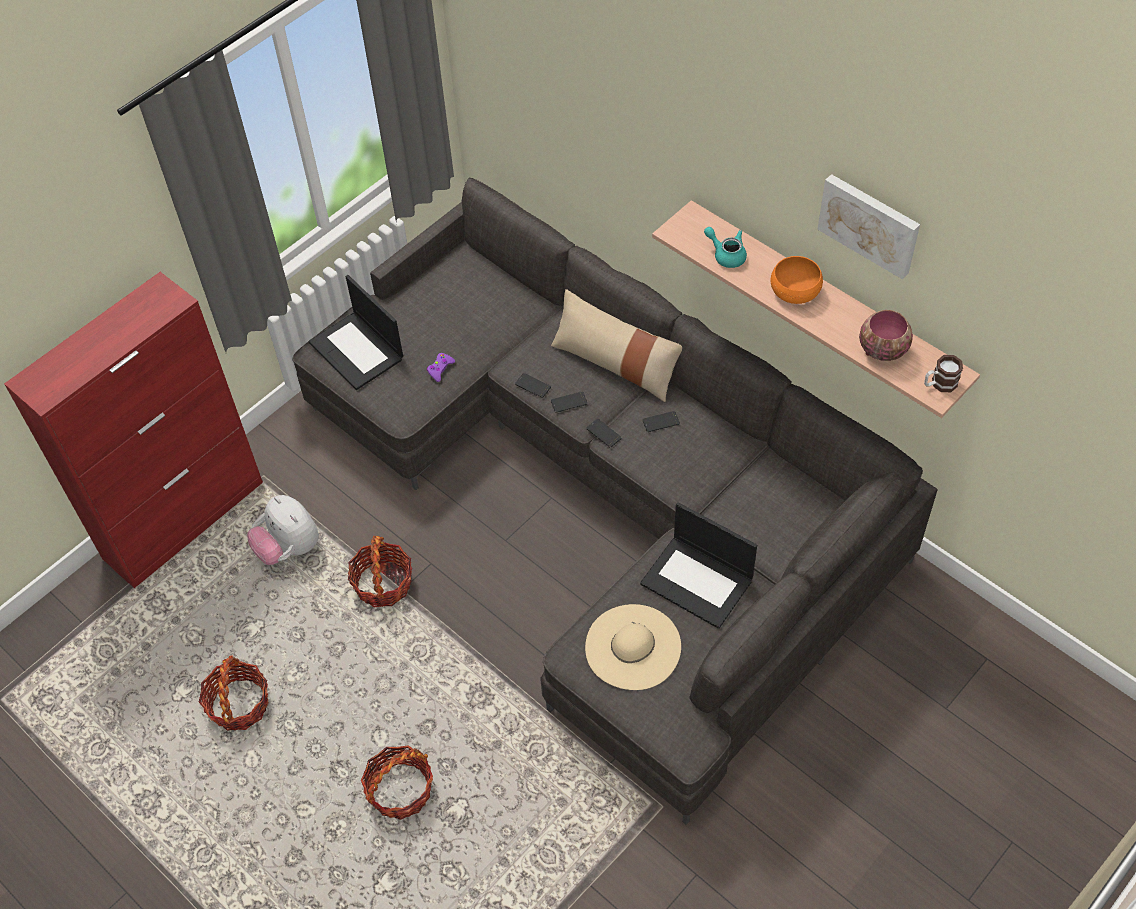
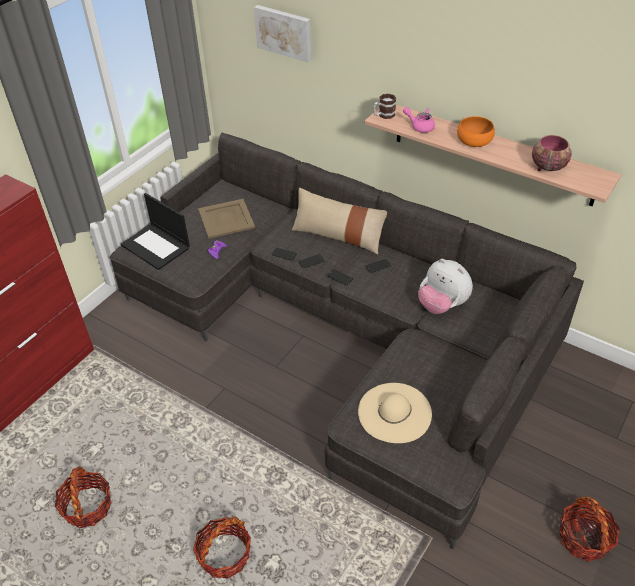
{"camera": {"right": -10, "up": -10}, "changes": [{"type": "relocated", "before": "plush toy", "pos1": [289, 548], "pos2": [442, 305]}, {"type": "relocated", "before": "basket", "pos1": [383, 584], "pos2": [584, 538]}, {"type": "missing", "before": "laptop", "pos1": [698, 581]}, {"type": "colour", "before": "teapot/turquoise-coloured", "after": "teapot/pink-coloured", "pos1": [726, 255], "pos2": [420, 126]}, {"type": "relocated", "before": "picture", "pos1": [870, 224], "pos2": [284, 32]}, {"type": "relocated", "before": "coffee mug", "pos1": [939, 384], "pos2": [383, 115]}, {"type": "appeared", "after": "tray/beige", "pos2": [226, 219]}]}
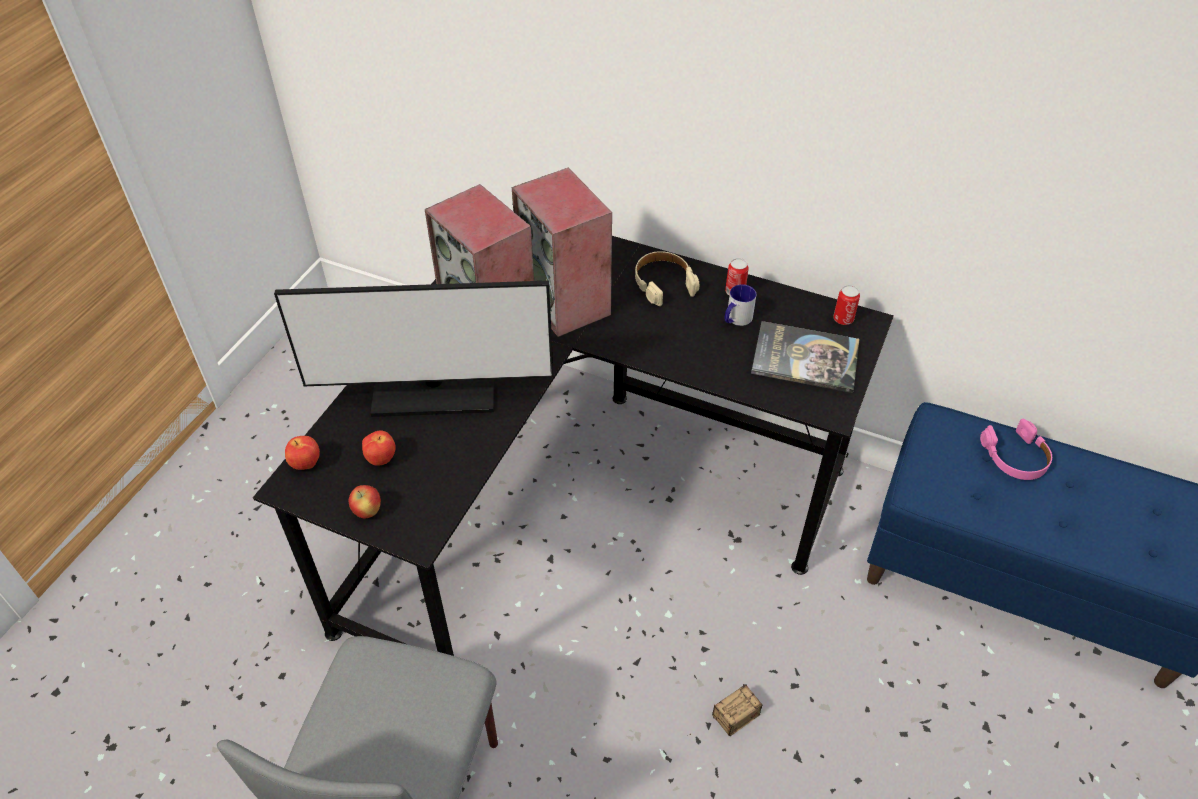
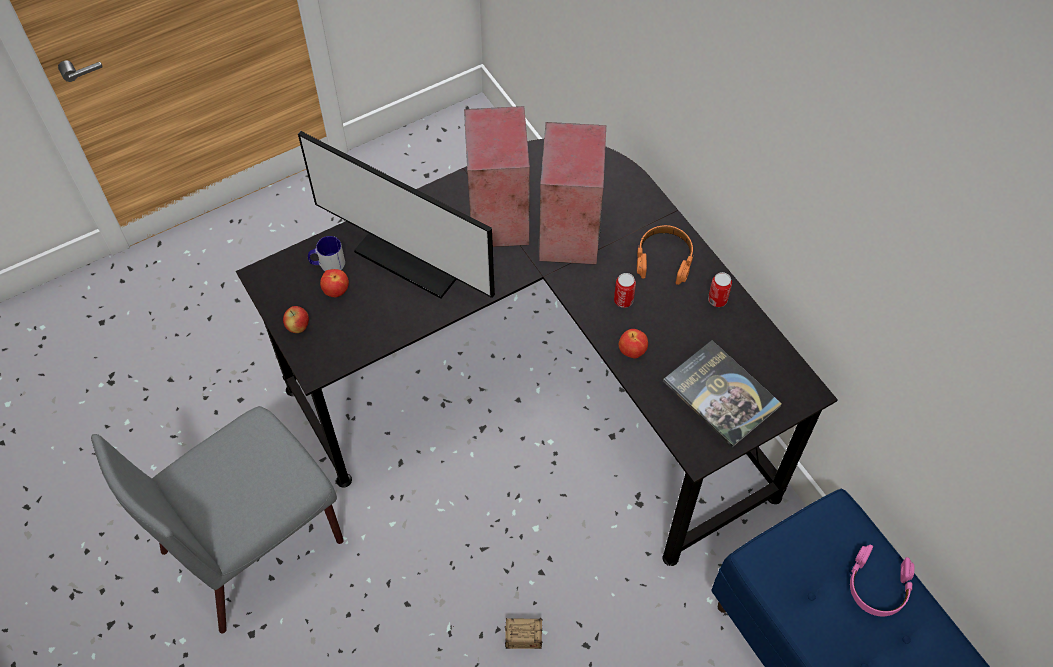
{"camera": {"right": 35, "up": 10}, "changes": [{"type": "relocated", "before": "apple", "pos1": [306, 464], "pos2": [631, 352]}, {"type": "colour", "before": "headphones/beige", "after": "headphones/orange-coloured", "pos1": [663, 283], "pos2": [664, 258]}, {"type": "relocated", "before": "coffee mug", "pos1": [736, 319], "pos2": [327, 264]}, {"type": "relocated", "before": "sealed can", "pos1": [843, 319], "pos2": [623, 300]}]}
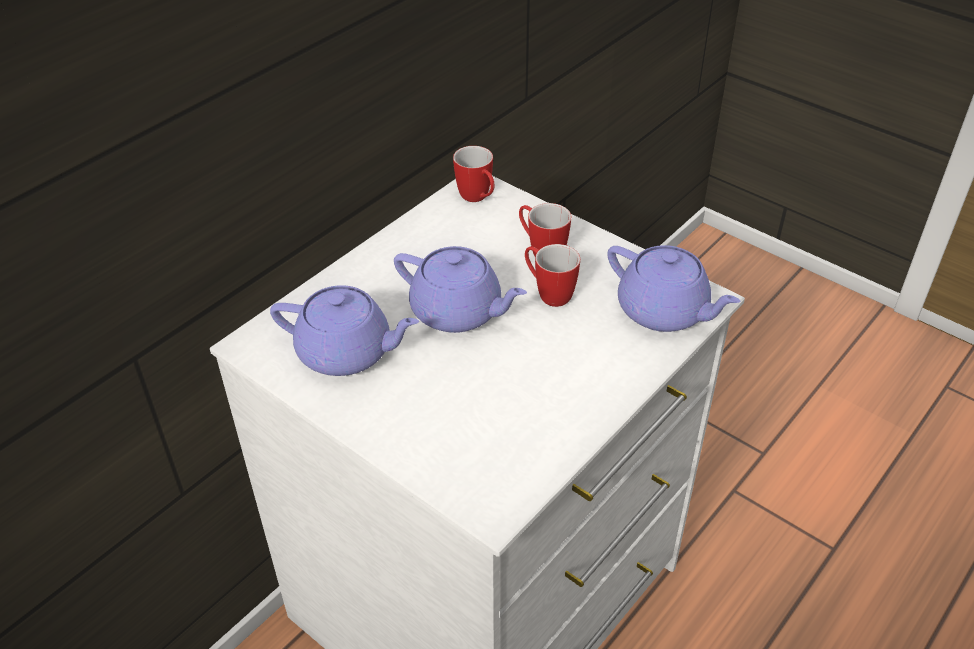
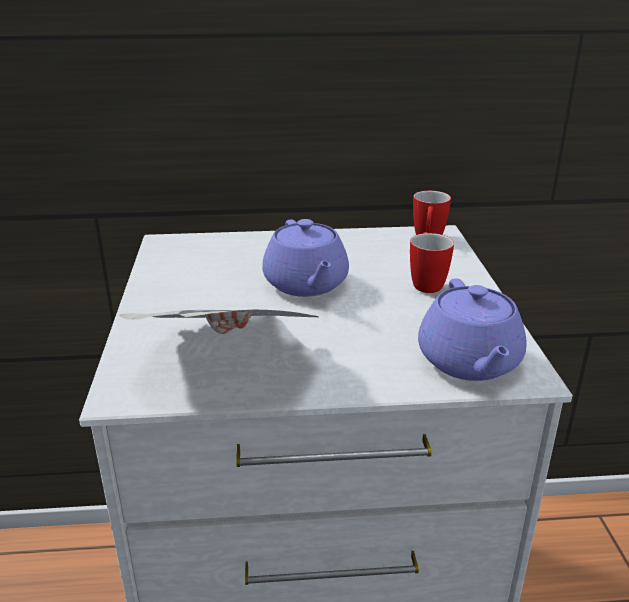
{"camera": {"right": 45, "up": -15}, "changes": [{"type": "missing", "before": "teapot/purple-coloured", "pos1": [347, 352]}, {"type": "missing", "before": "coffee mug", "pos1": [548, 293]}, {"type": "appeared", "after": "daily paper", "pos2": [228, 358]}]}
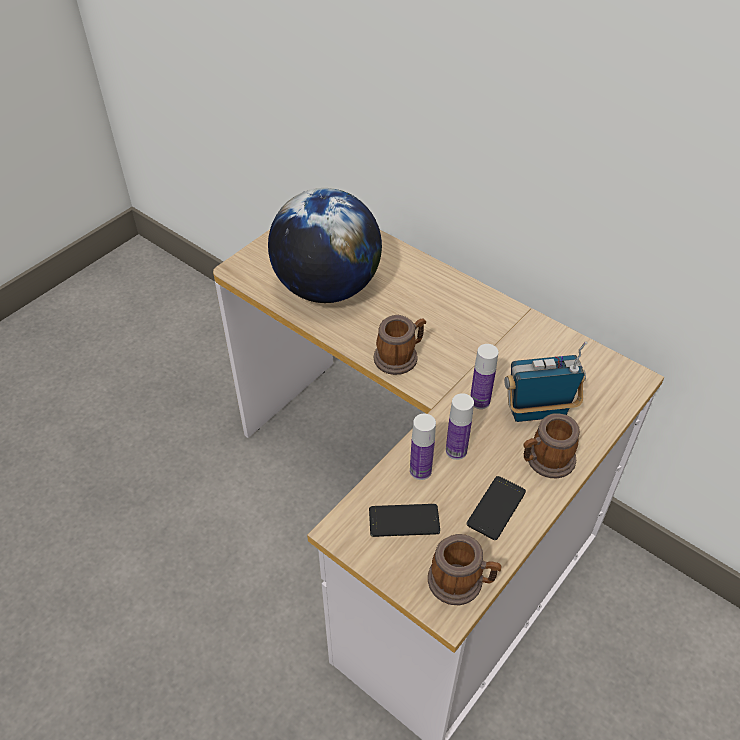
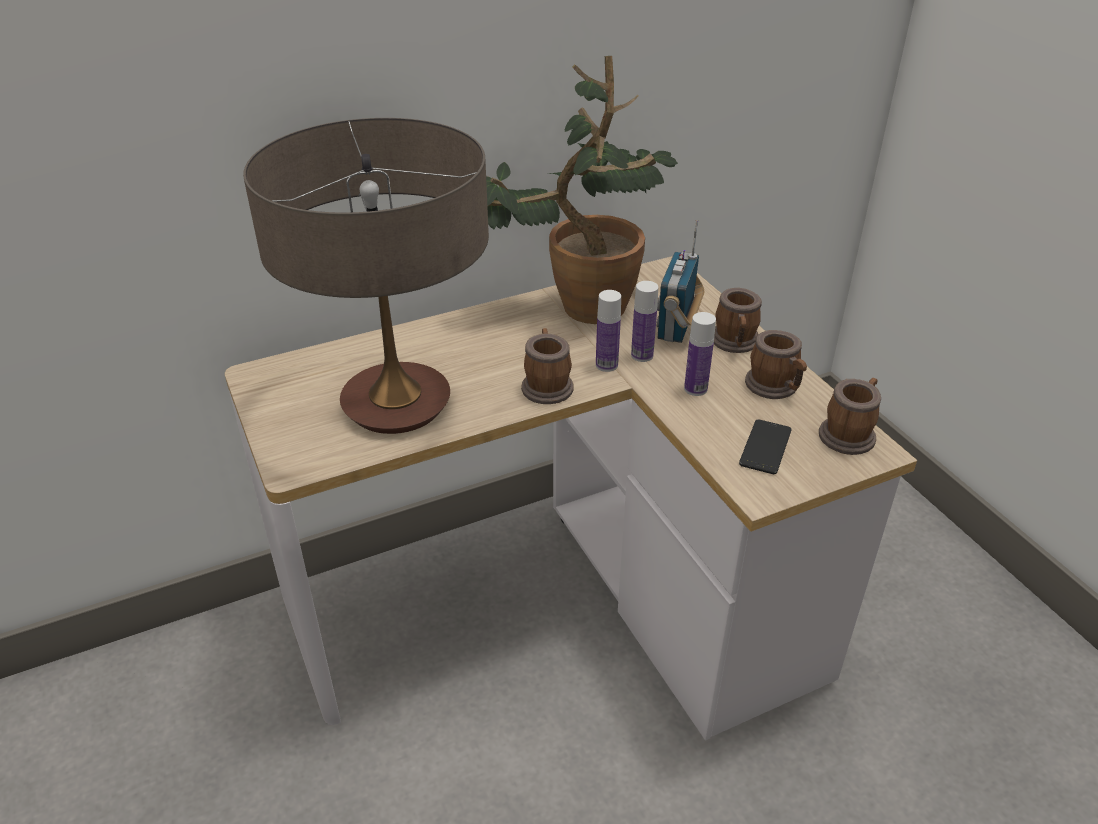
{"camera": {"right": -65, "up": -10}, "changes": [{"type": "exchanged", "before": "globe", "after": "lamp for a table", "pos1": [327, 288], "pos2": [396, 404]}, {"type": "relocated", "before": "beverage bottle", "pos1": [420, 470], "pos2": [606, 365]}, {"type": "exchanged", "before": "telephone", "after": "coffee mug", "pos1": [496, 508], "pos2": [775, 387]}, {"type": "appeared", "after": "plant in a pot", "pos2": [577, 306]}]}
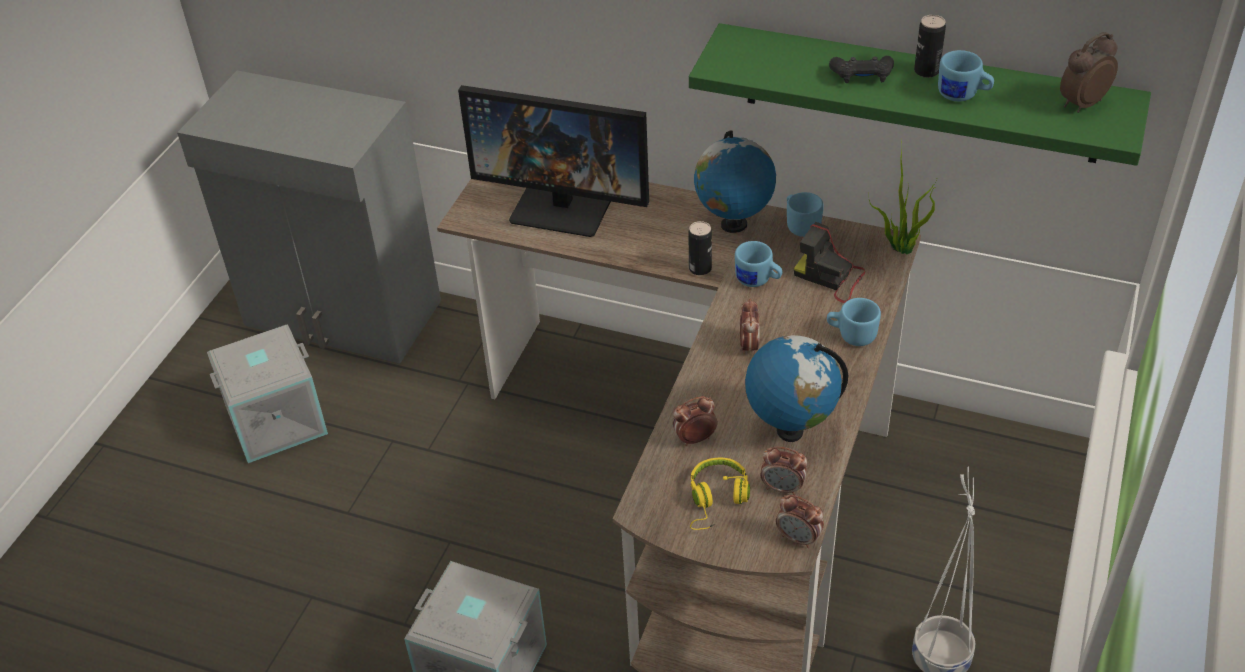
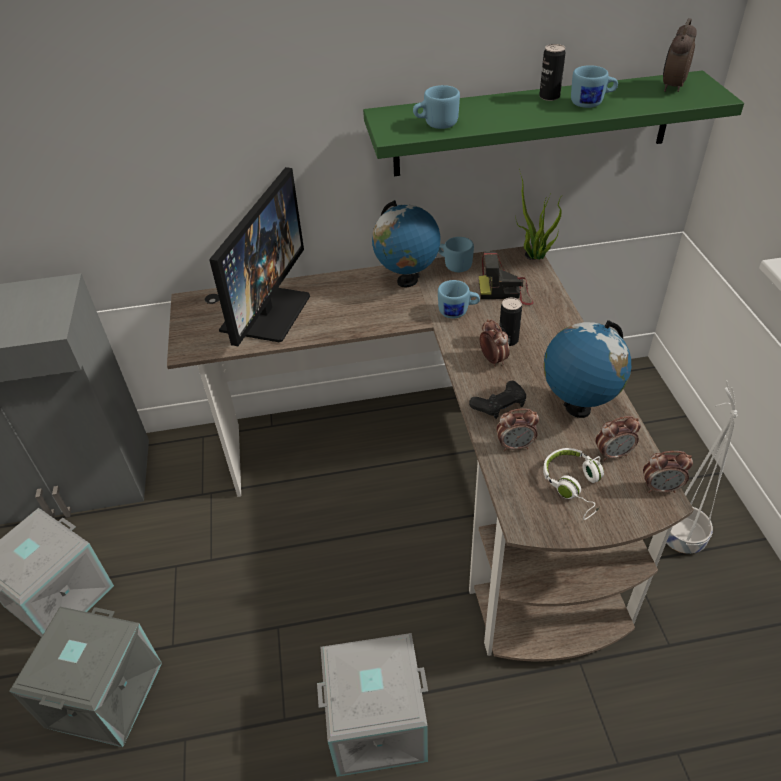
{"camera": {"right": -30, "up": 0}, "changes": [{"type": "spun", "before": "computer screen", "pos1": [564, 206], "pos2": [266, 312], "turn": -60}, {"type": "spun", "before": "alarm clock", "pos1": [694, 439], "pos2": [515, 446], "turn": -135}, {"type": "relocated", "before": "sealed can", "pos1": [700, 268], "pos2": [508, 340]}, {"type": "colour", "before": "headphones/yellow", "after": "headphones/white", "pos1": [717, 500], "pos2": [575, 486]}, {"type": "relocated", "before": "coffee mug/blue", "pos1": [851, 335], "pos2": [435, 125]}, {"type": "relocated", "before": "gamepad/black-coloured", "pos1": [862, 76], "pos2": [499, 405]}, {"type": "appeared", "after": "storage box/greyish", "pos2": [103, 693]}]}
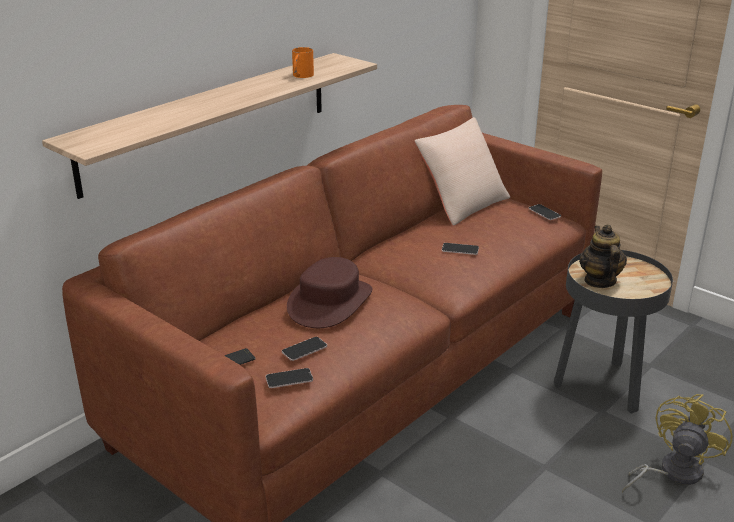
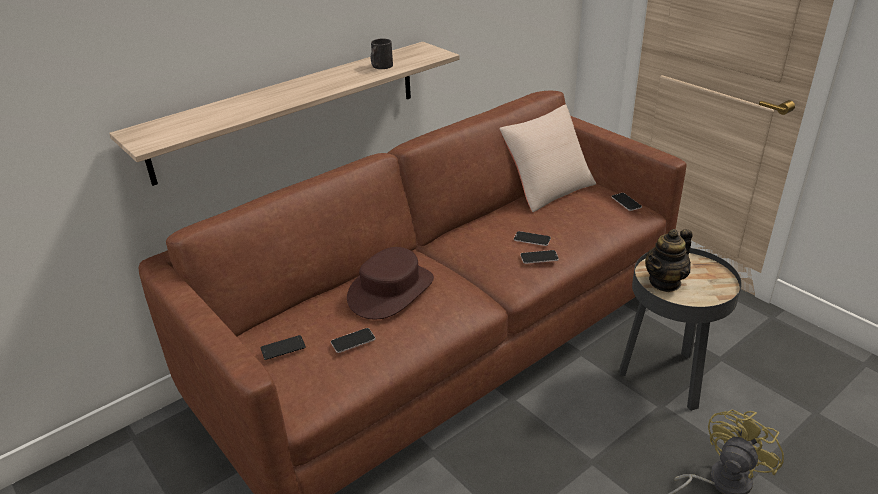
{"camera": {"right": 10, "up": 5}, "changes": [{"type": "relocated", "before": "telephone", "pos1": [289, 379], "pos2": [539, 257]}, {"type": "colour", "before": "coffee mug/orange-coloured", "after": "coffee mug/black-coloured", "pos1": [301, 76], "pos2": [380, 67]}, {"type": "spun", "before": "teapot", "pos1": [599, 281], "pos2": [665, 282], "turn": -135}]}
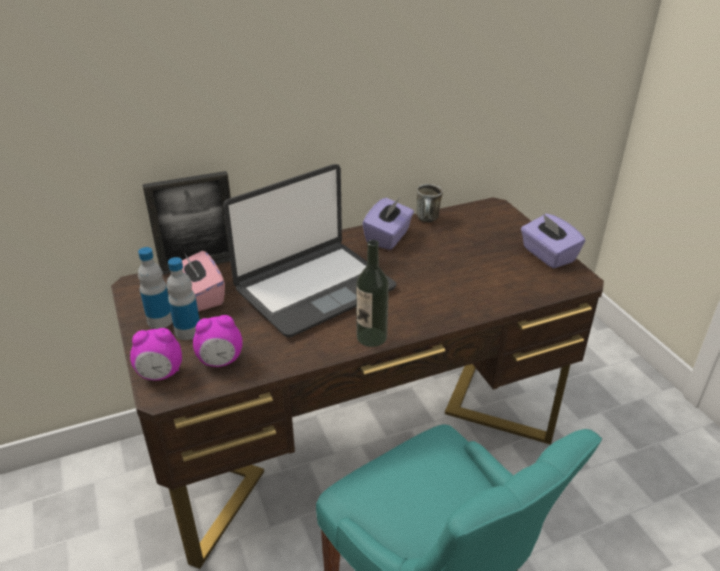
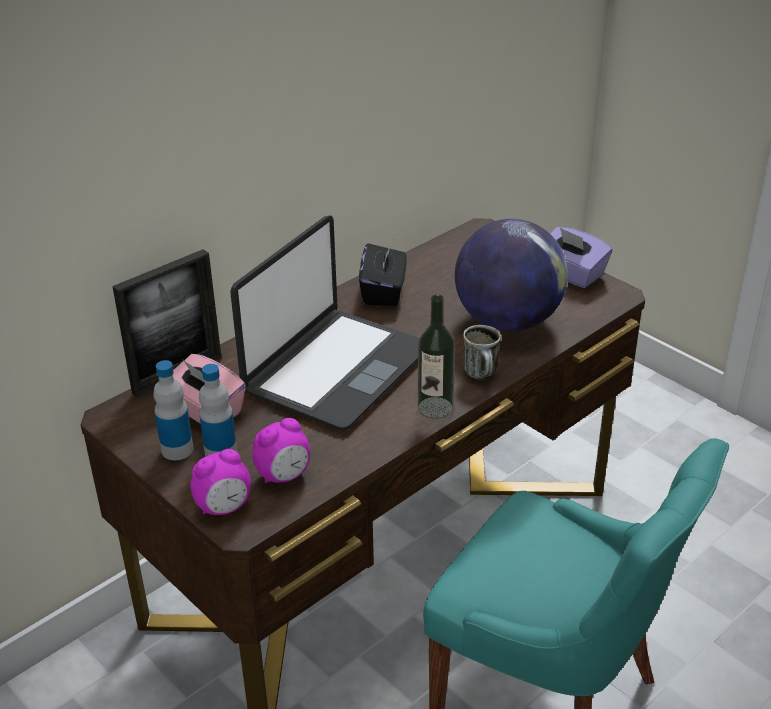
{"camera": {"right": -20, "up": 0}, "changes": [{"type": "colour", "before": "box of tissues/purple-coloured", "after": "box of tissues/black-coloured", "pos1": [388, 237], "pos2": [383, 291]}, {"type": "relocated", "before": "coffee mug", "pos1": [428, 220], "pos2": [483, 375]}, {"type": "appeared", "after": "globe", "pos2": [507, 321]}]}
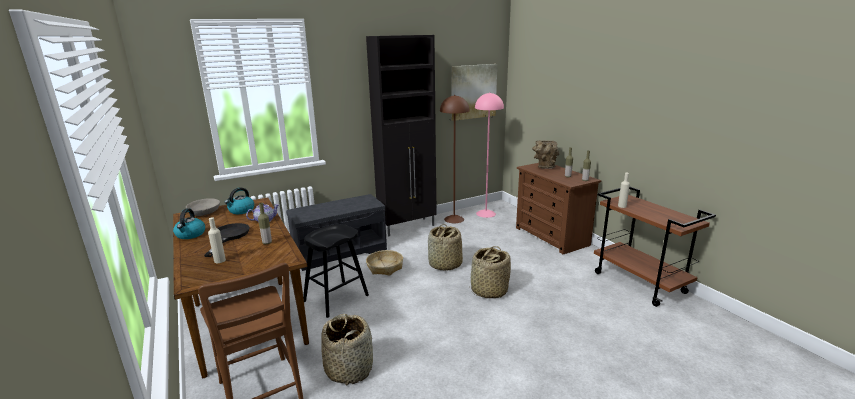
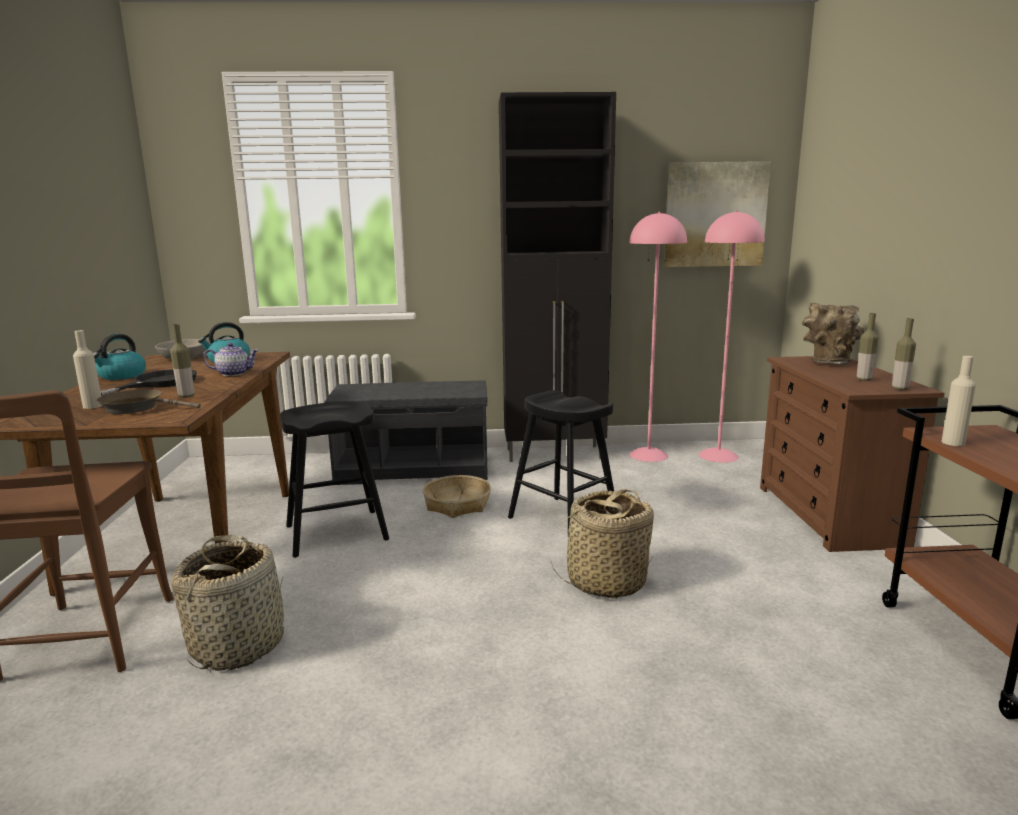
{"camera": {"right": 25, "up": -5}, "changes": [{"type": "exchanged", "before": "basket", "after": "sitting stool/black-coloured", "pos1": [445, 264], "pos2": [563, 520]}, {"type": "colour", "before": "standing lamp/brown", "after": "standing lamp/pink-coloured", "pos1": [454, 219], "pos2": [648, 455]}, {"type": "appeared", "after": "pan/brown", "pos2": [137, 408]}]}
